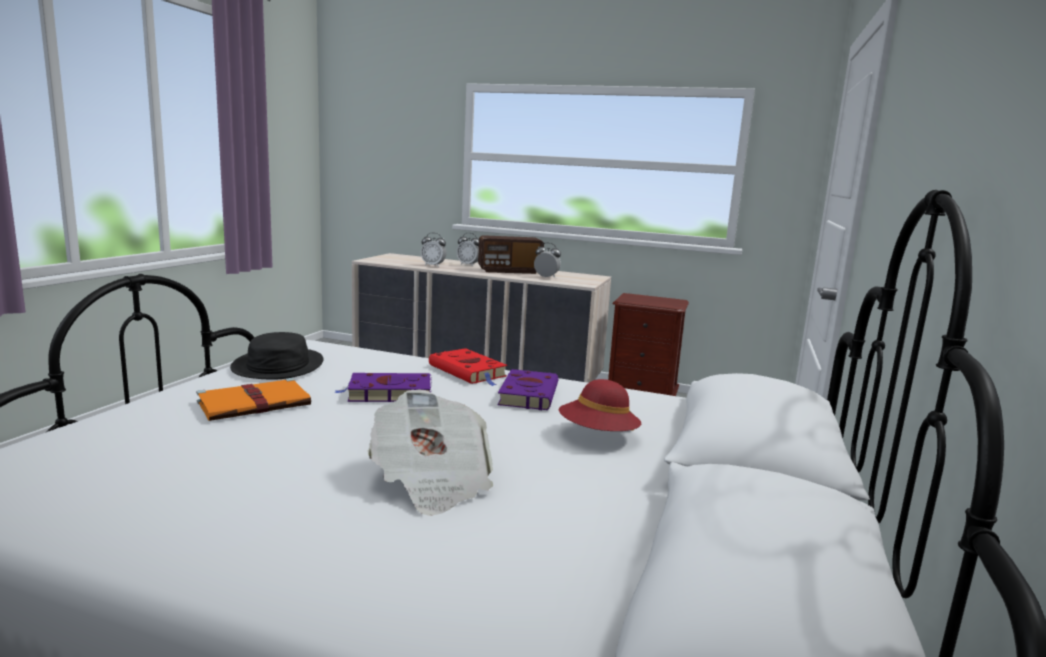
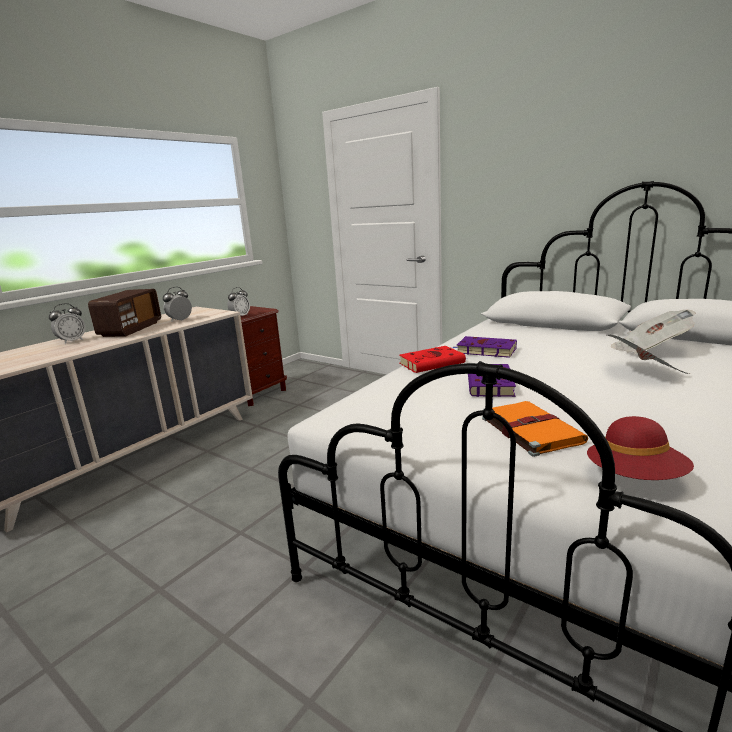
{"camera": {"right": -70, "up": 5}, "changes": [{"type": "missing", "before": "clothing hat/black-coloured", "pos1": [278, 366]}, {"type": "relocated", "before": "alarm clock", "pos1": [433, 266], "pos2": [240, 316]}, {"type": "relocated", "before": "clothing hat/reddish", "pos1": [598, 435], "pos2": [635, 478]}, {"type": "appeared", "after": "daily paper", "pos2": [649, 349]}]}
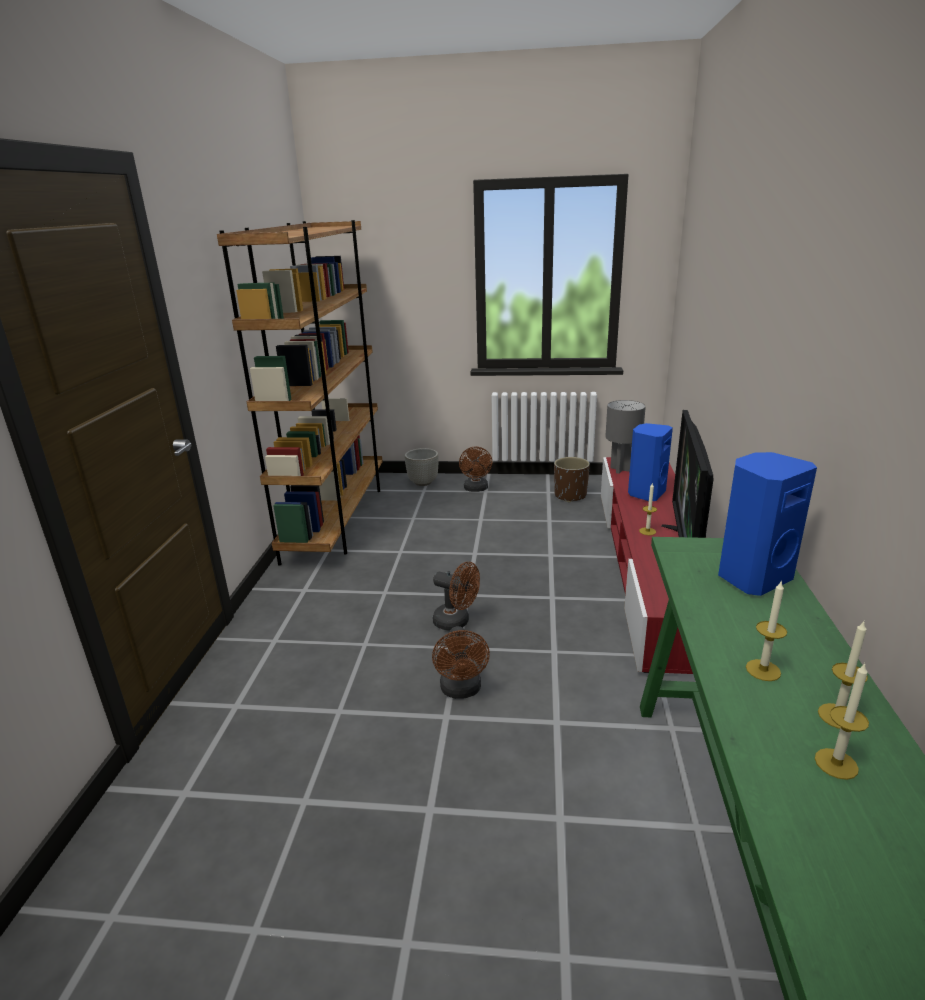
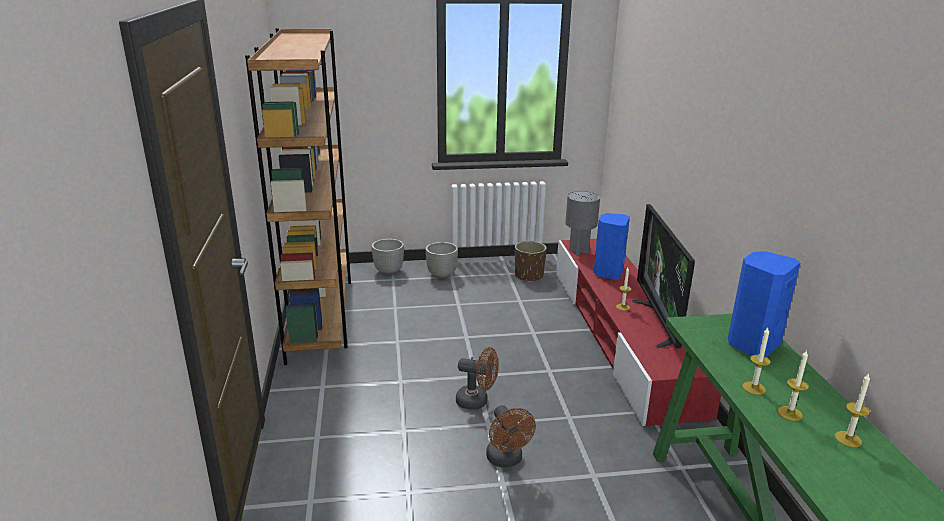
{"camera": {"right": -15, "up": 0}, "changes": [{"type": "exchanged", "before": "electric fan/brown", "after": "flower pot/greyish", "pos1": [476, 489], "pos2": [442, 275]}, {"type": "relocated", "before": "wax candle", "pos1": [836, 763], "pos2": [754, 388]}]}
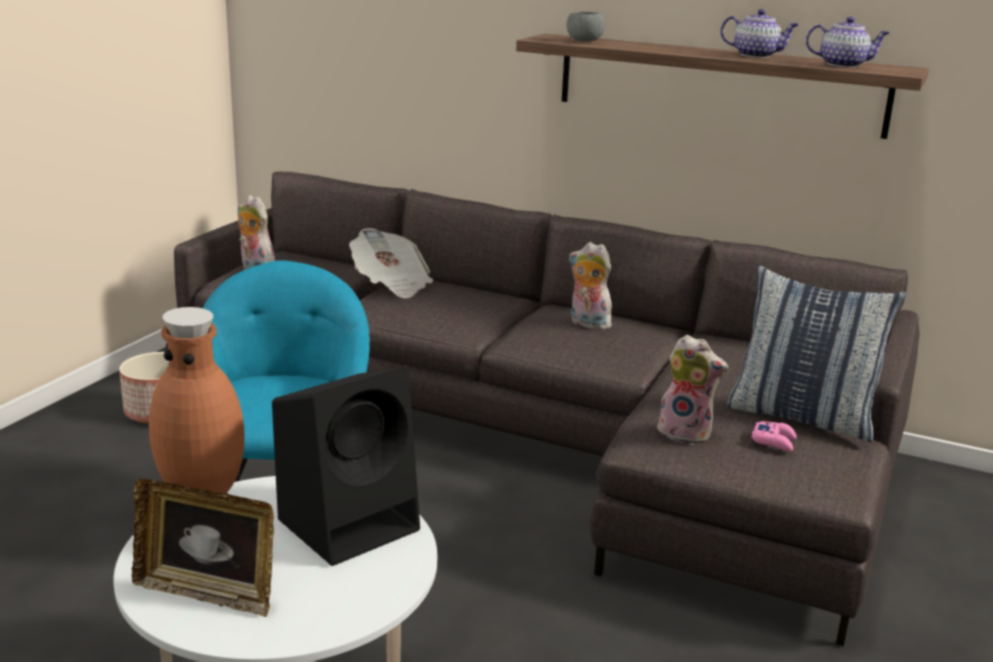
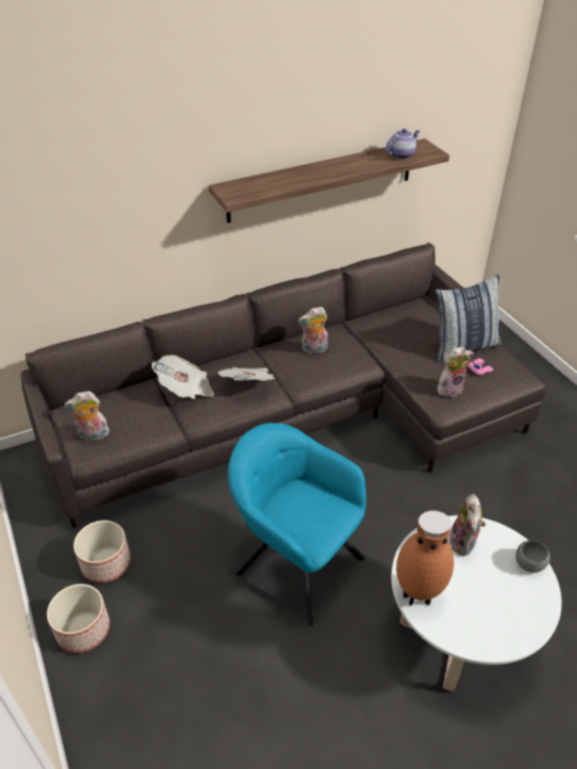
{"camera": {"right": -50, "up": 20}, "changes": [{"type": "missing", "before": "standing frame", "pos1": [207, 592]}, {"type": "exchanged", "before": "loudspeaker/black-coloured", "after": "plush toy", "pos1": [351, 523], "pos2": [464, 543]}, {"type": "relocated", "before": "serving bowl/greyish", "pos1": [584, 41], "pos2": [529, 564]}, {"type": "missing", "before": "teapot", "pos1": [756, 55]}, {"type": "appeared", "after": "flower pot", "pos2": [83, 629]}, {"type": "appeared", "after": "daily paper", "pos2": [249, 385]}]}
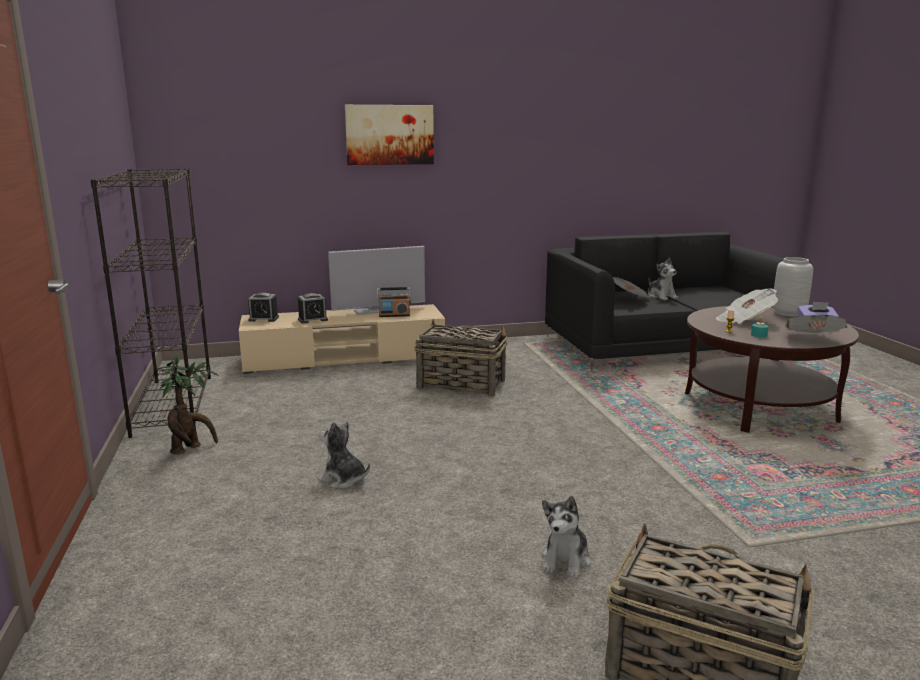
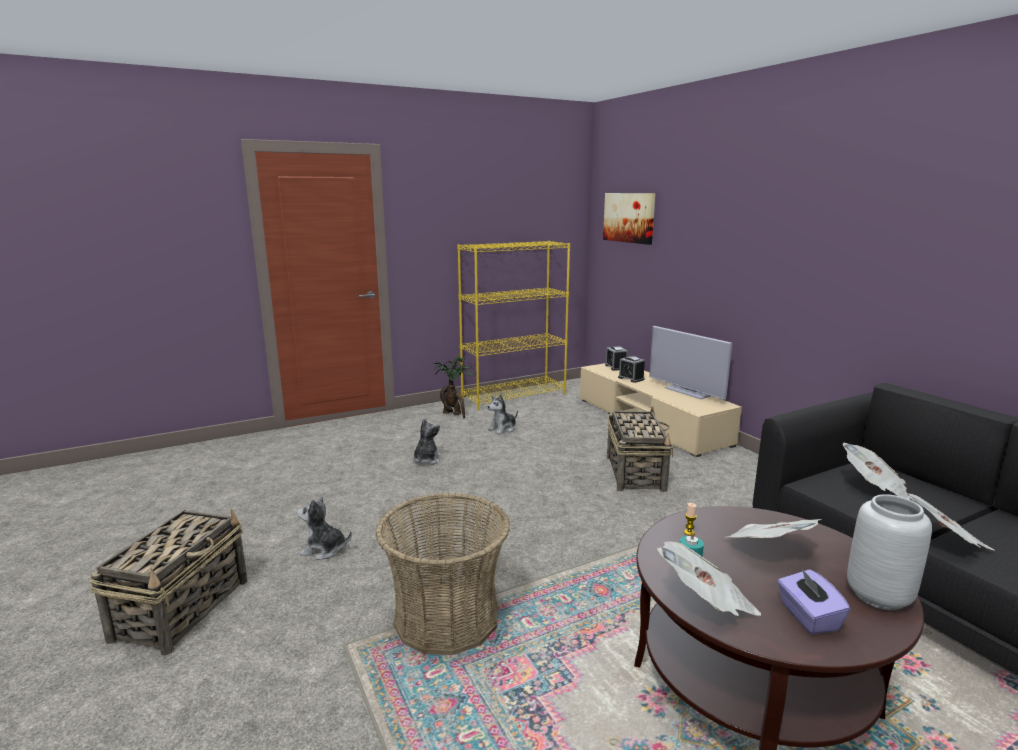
{"camera": {"right": 75, "up": 0}, "changes": [{"type": "colour", "before": "bookcase/black-coloured", "after": "bookcase/yellow", "pos1": [173, 404], "pos2": [514, 396]}, {"type": "relocated", "before": "picture", "pos1": [389, 135], "pos2": [629, 217]}, {"type": "missing", "before": "radio set", "pos1": [394, 315]}, {"type": "relocated", "before": "plush toy", "pos1": [661, 296], "pos2": [503, 429]}, {"type": "appeared", "after": "basket", "pos2": [447, 619]}, {"type": "appeared", "after": "daily paper", "pos2": [944, 540]}]}
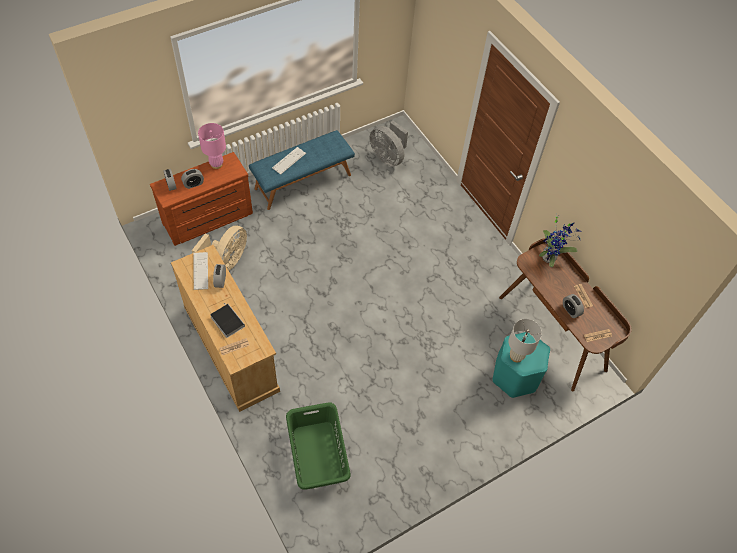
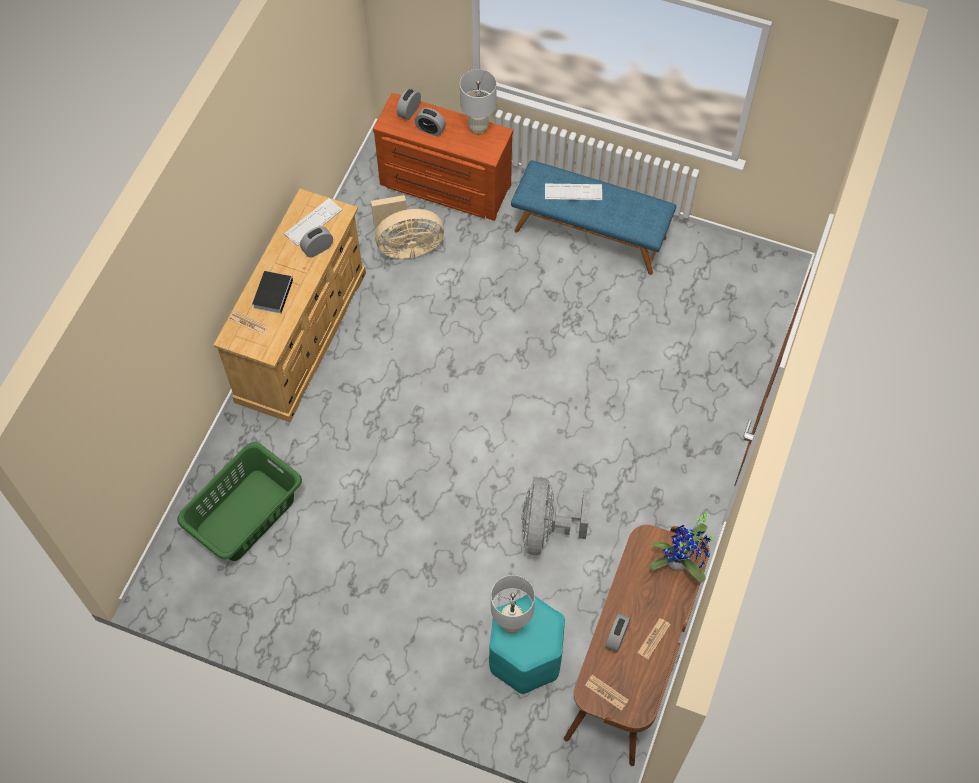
{"camera": {"right": 55, "up": 5}, "changes": [{"type": "colour", "before": "lamp for a table/pink-coloured", "after": "lamp for a table/white", "pos1": [216, 164], "pos2": [478, 128]}, {"type": "relocated", "before": "electric fan/greyish", "pos1": [388, 157], "pos2": [547, 529]}]}
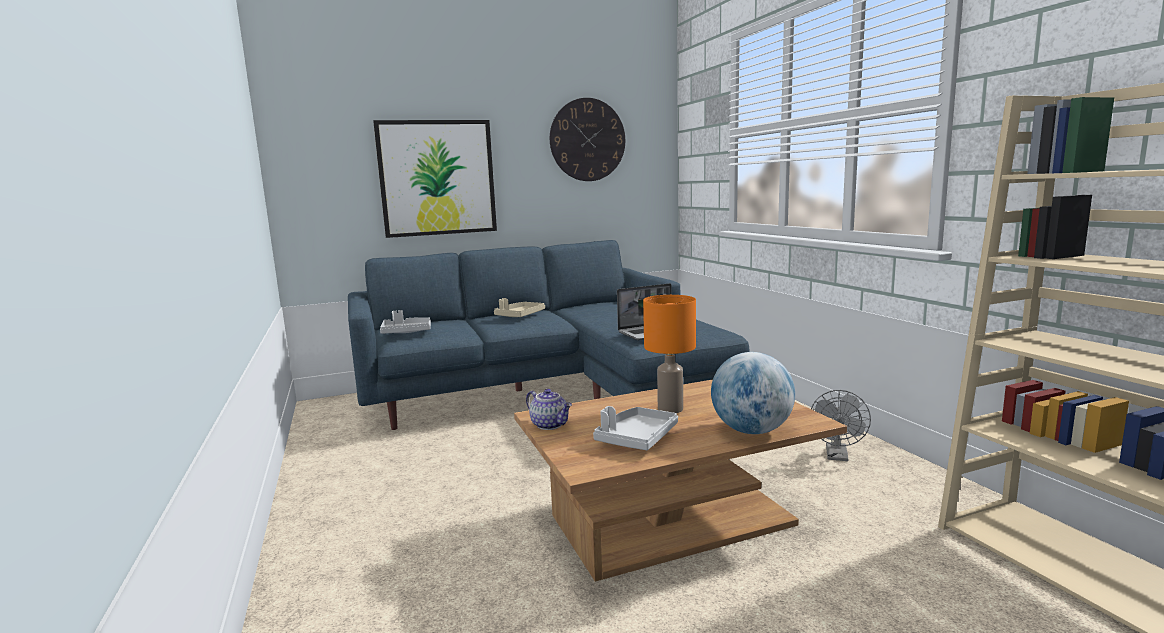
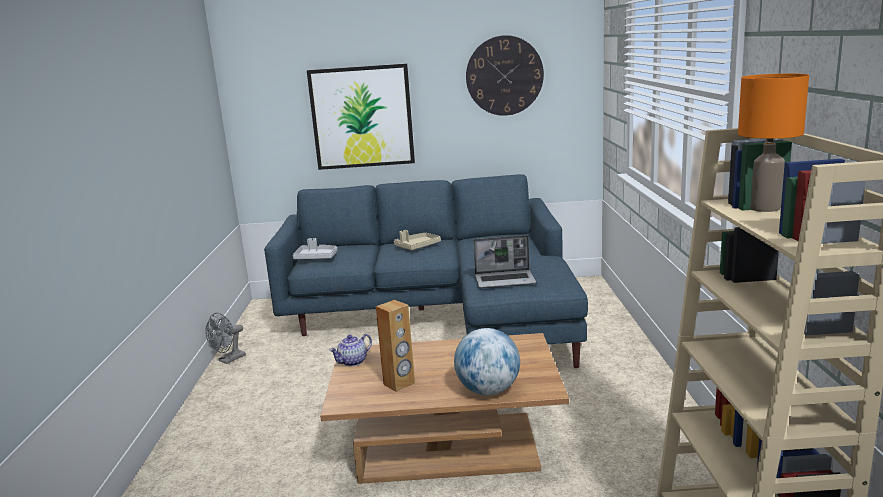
{"camera": {"right": 20, "up": 5}, "changes": [{"type": "spun", "before": "teapot", "pos1": [550, 425], "pos2": [353, 362], "turn": 75}, {"type": "exchanged", "before": "tray/greyish", "after": "loudspeaker/brown", "pos1": [636, 438], "pos2": [399, 384]}, {"type": "relocated", "before": "lamp for a table/orange-coloured", "pos1": [670, 409], "pos2": [764, 208]}, {"type": "relocated", "before": "electric fan/greyish", "pos1": [837, 456], "pos2": [229, 360]}]}
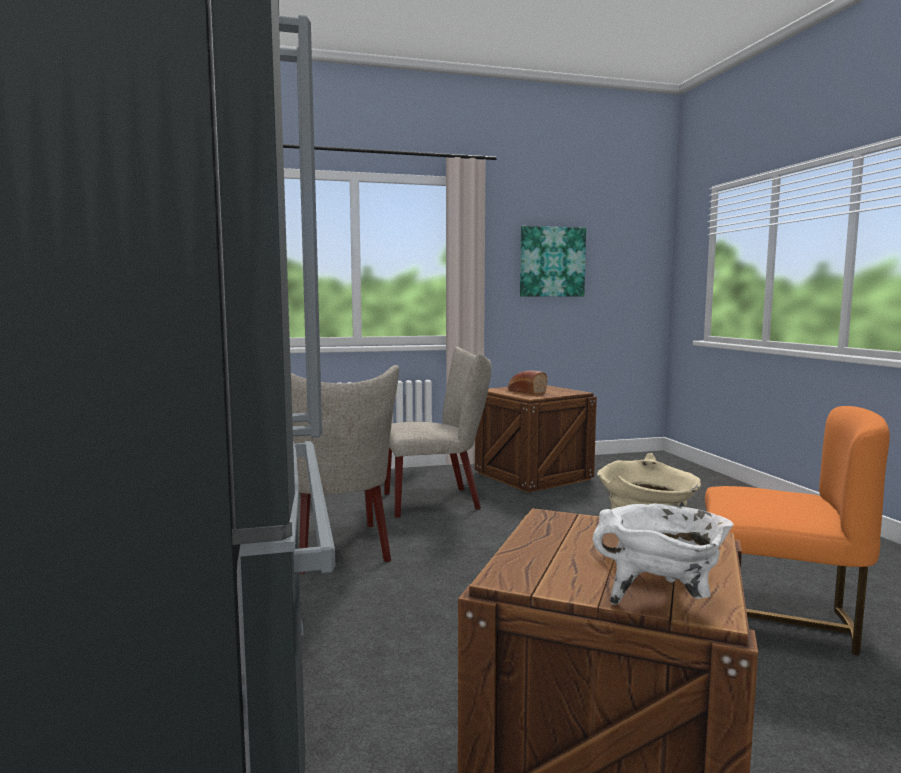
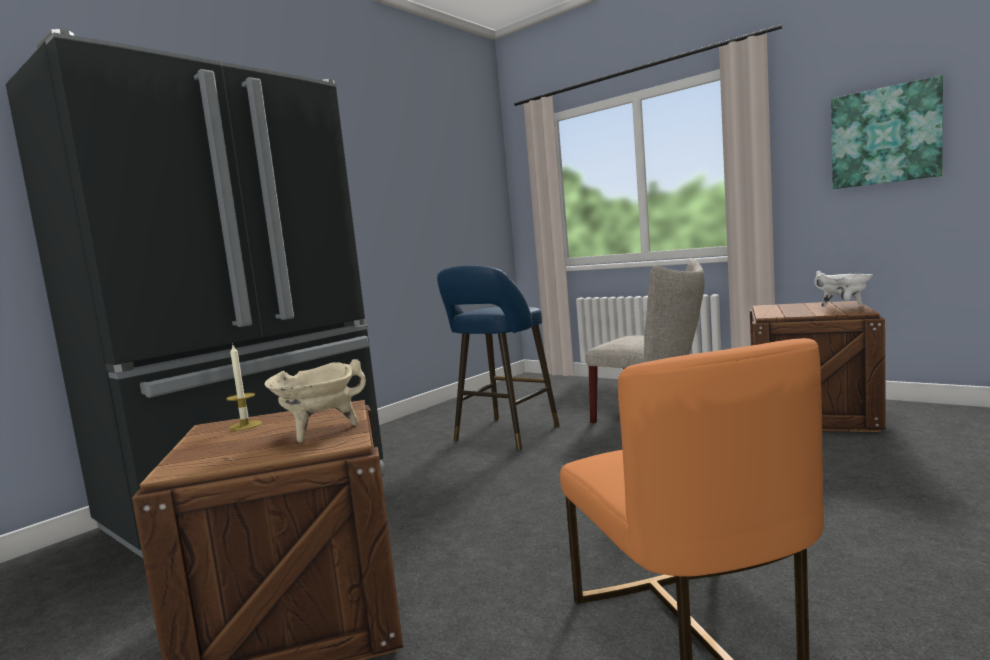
{"camera": {"right": 55, "up": 0}, "changes": [{"type": "exchanged", "before": "plain chair/beige", "after": "sitting stool/blue", "pos1": [339, 550], "pos2": [503, 435]}, {"type": "missing", "before": "bakery bread", "pos1": [525, 391]}, {"type": "relocated", "before": "stockpot/white", "pos1": [662, 600], "pos2": [844, 307]}, {"type": "appeared", "after": "wax candle", "pos2": [245, 425]}]}
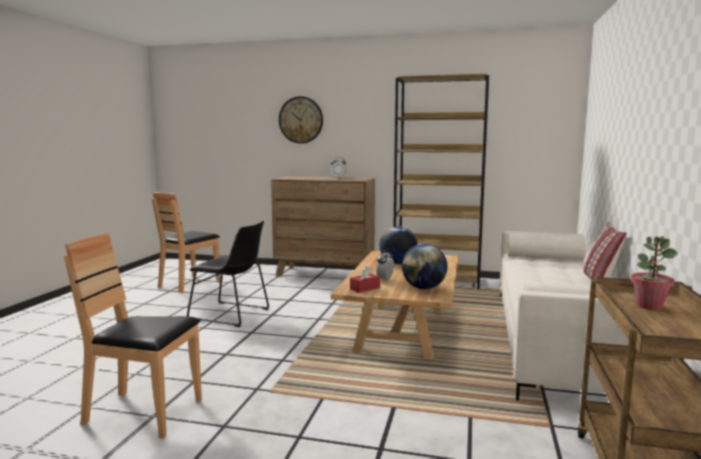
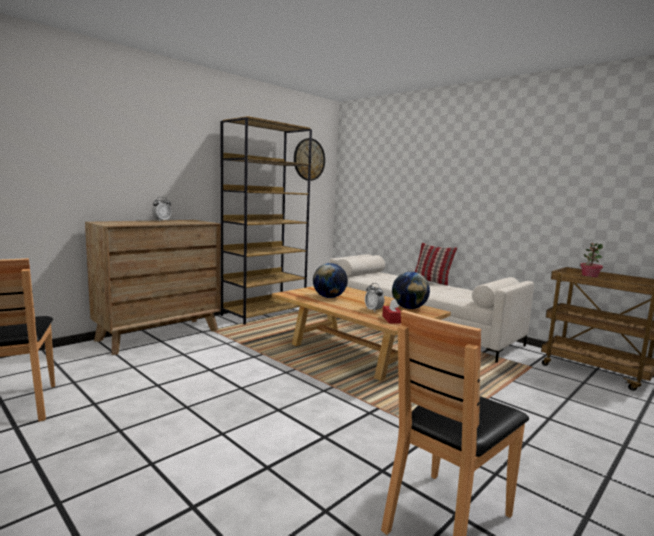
{"camera": {"right": -60, "up": 0}, "changes": [{"type": "missing", "before": "plain chair/black-coloured", "pos1": [232, 314]}, {"type": "relocated", "before": "hanging clock", "pos1": [301, 120], "pos2": [309, 159]}]}
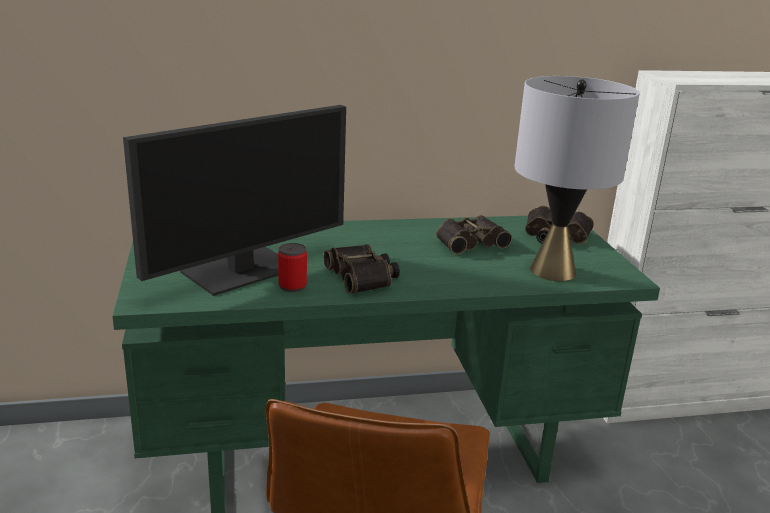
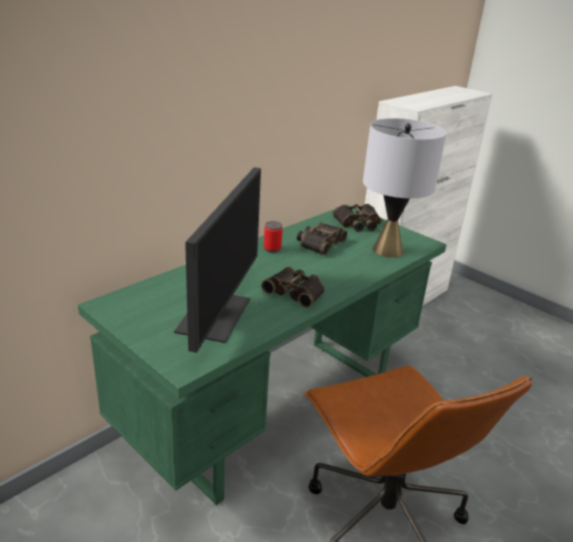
{"camera": {"right": -35, "up": 5}, "changes": [{"type": "relocated", "before": "sealed can", "pos1": [292, 286], "pos2": [272, 248]}]}
